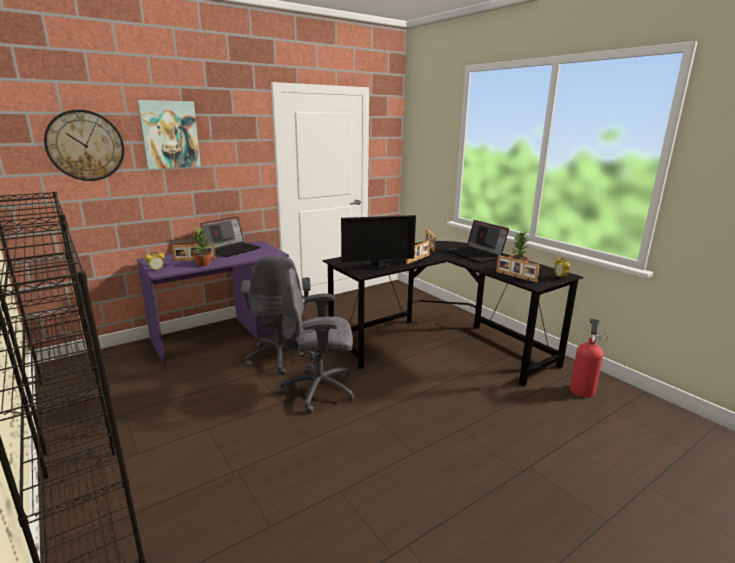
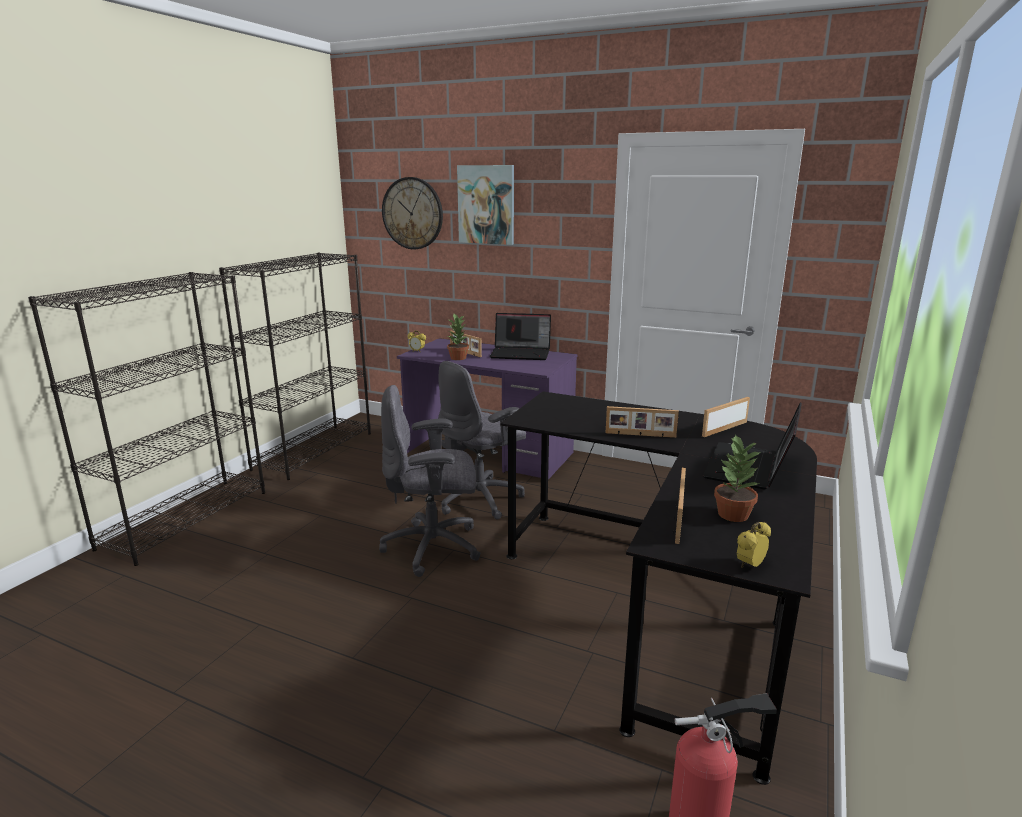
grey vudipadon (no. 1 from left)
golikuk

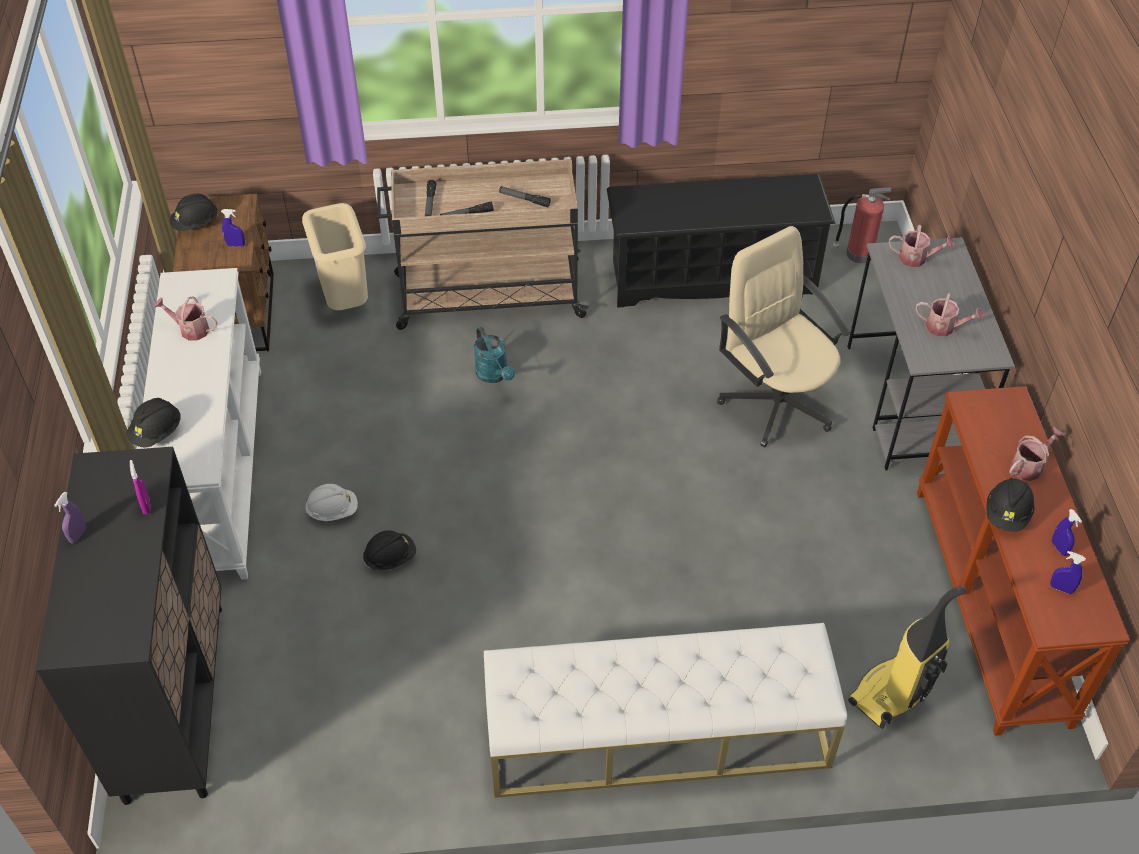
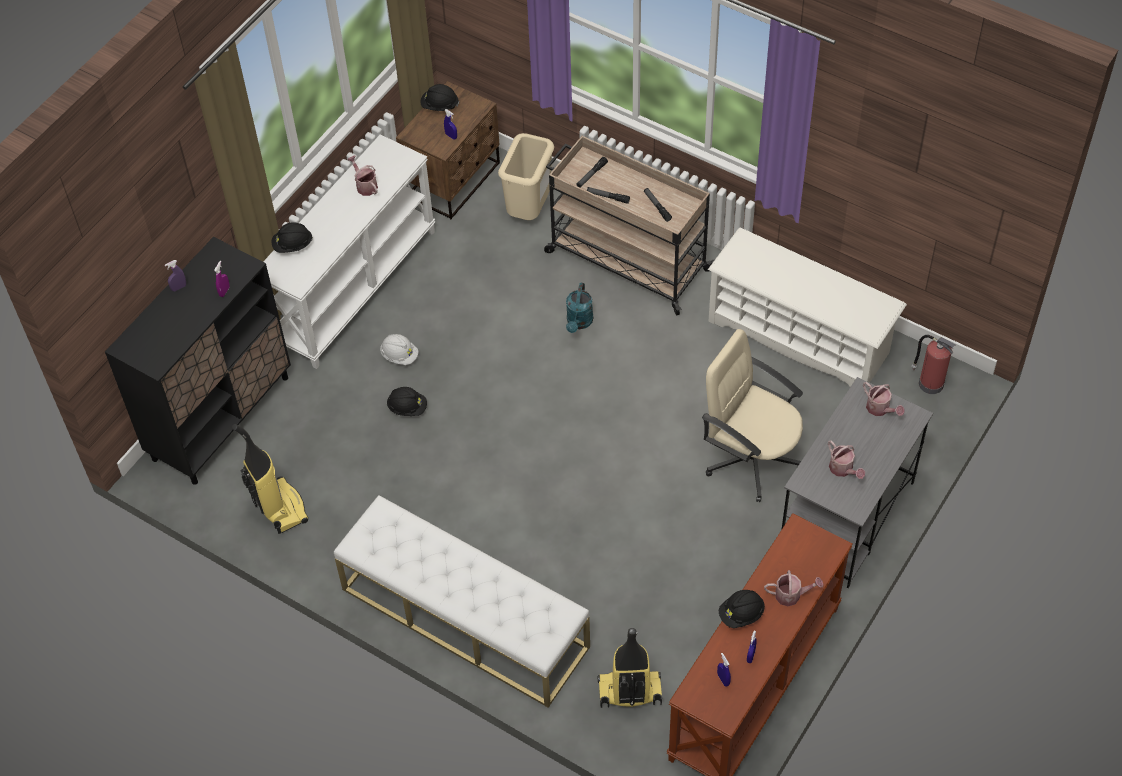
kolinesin (no. 1 from left)
beige vudipadon
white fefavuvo

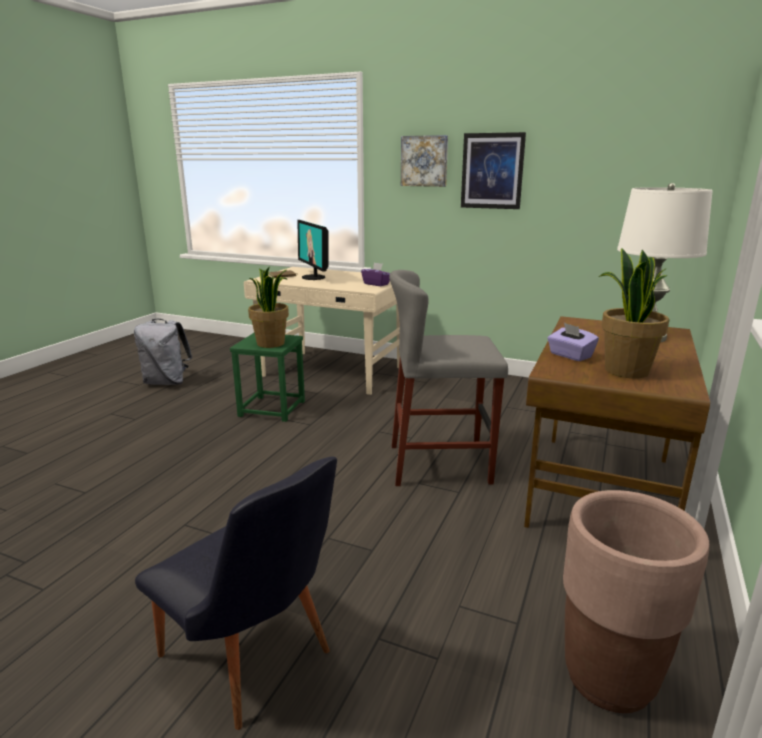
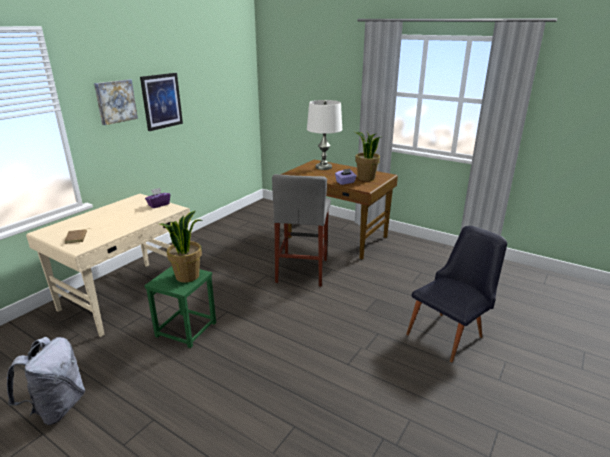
golikuk
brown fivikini

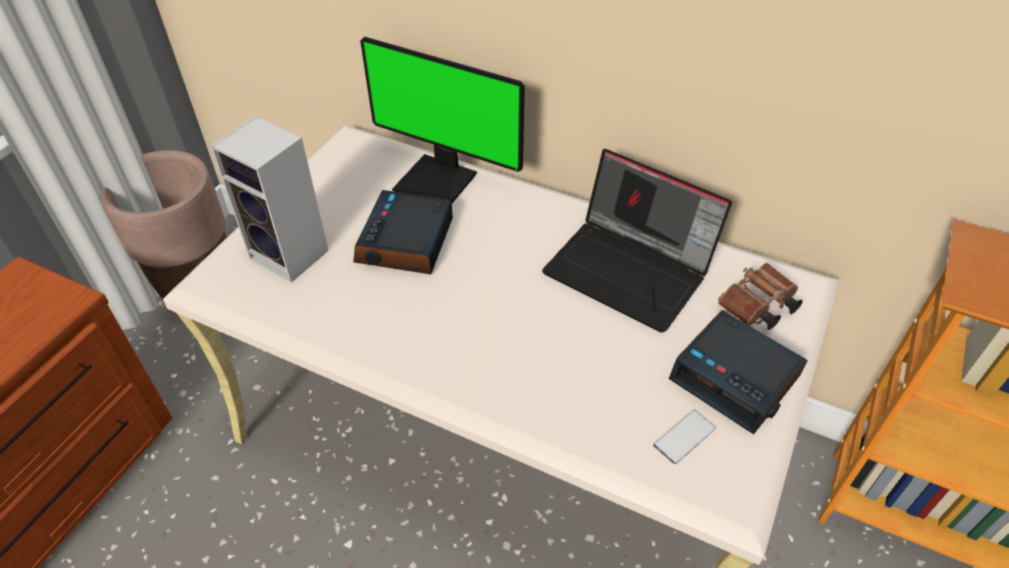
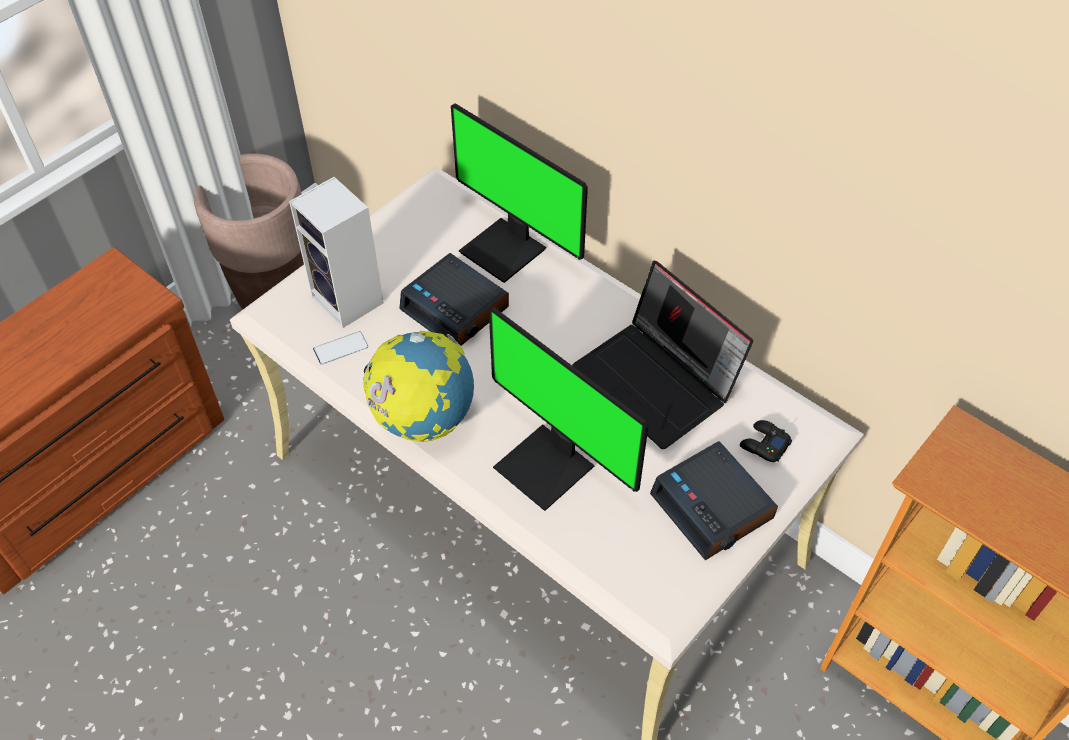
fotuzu
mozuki
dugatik (no. 1 from left)
golikuk (no. 2 from left)
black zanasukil

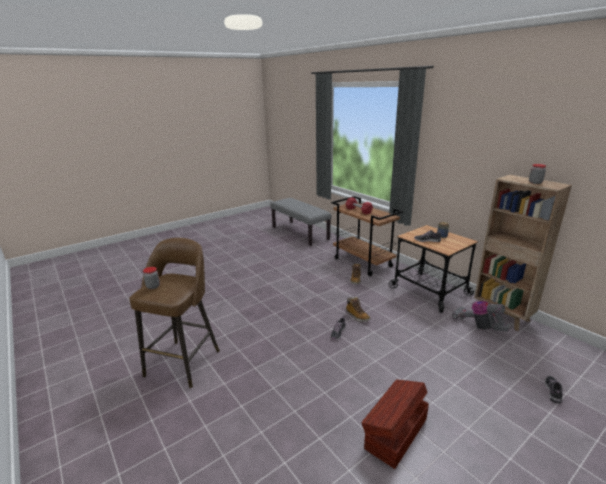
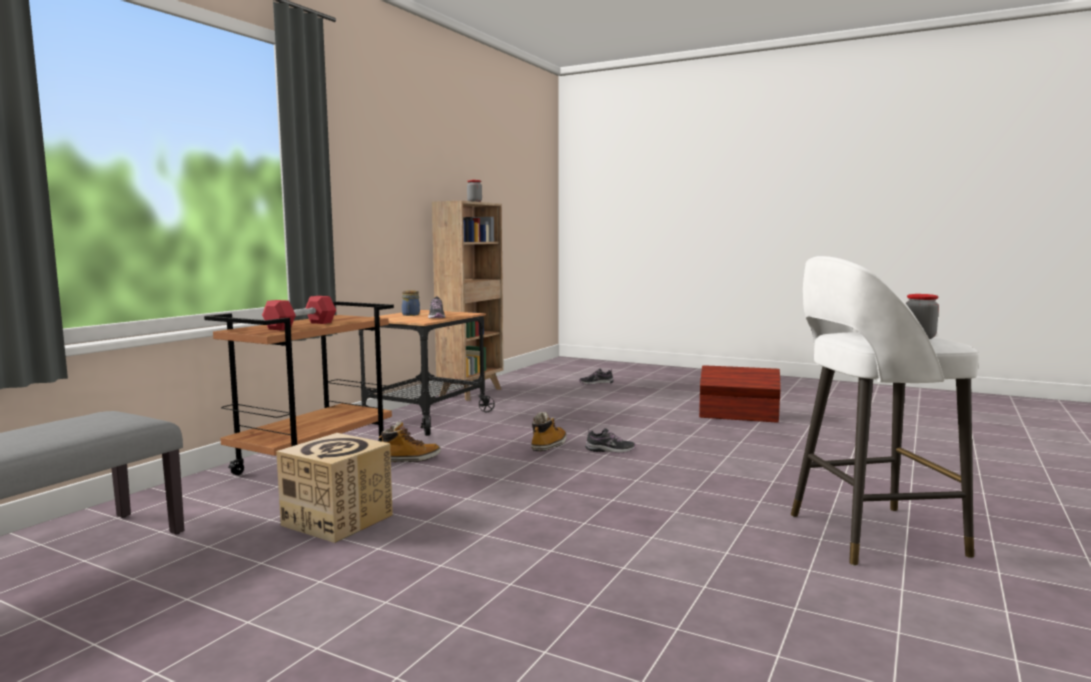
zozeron
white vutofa
kolinesin

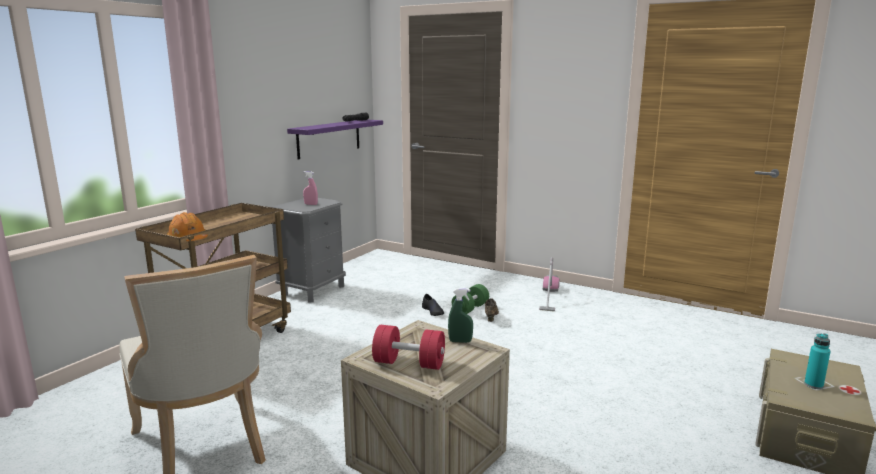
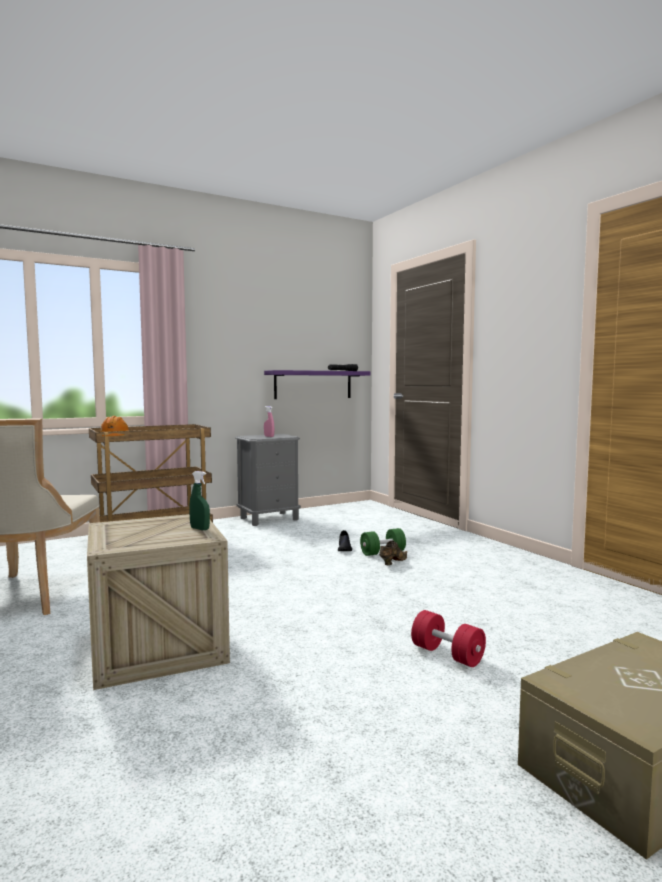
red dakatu
kolinesin
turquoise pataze

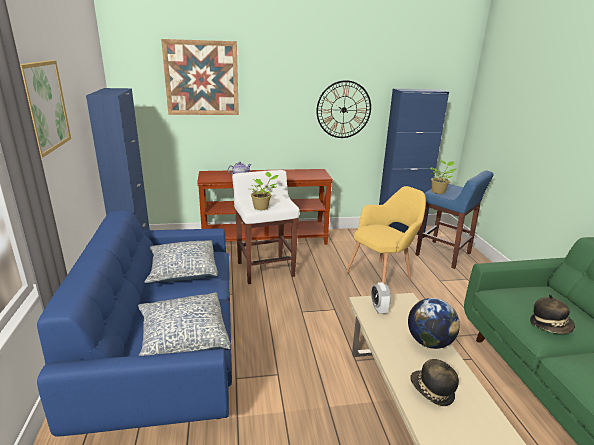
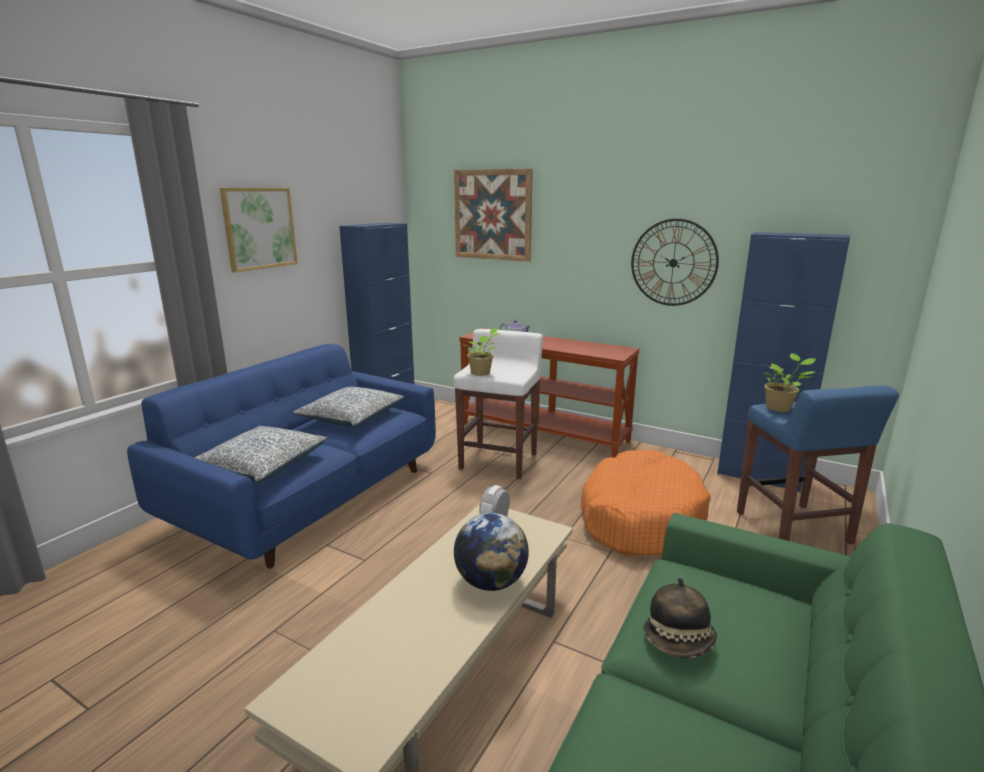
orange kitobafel
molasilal (no. 1 from left in the first image)

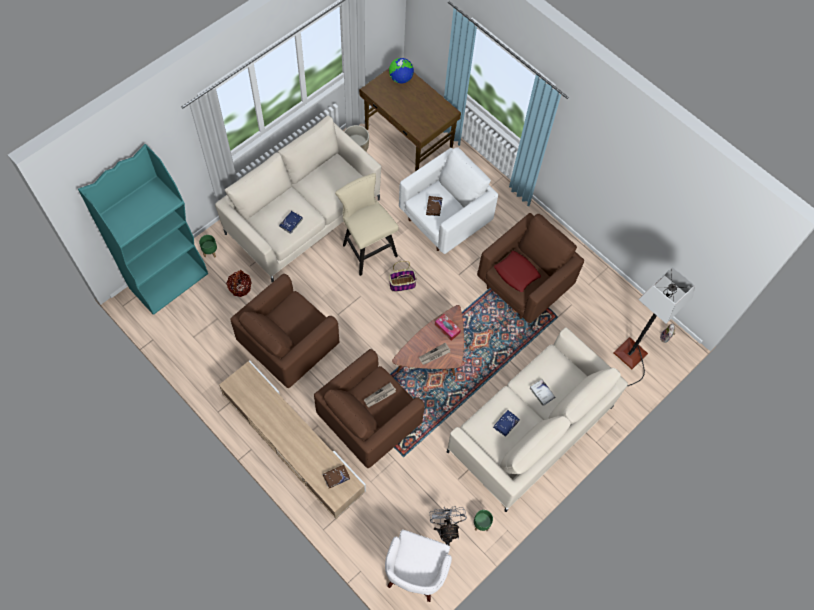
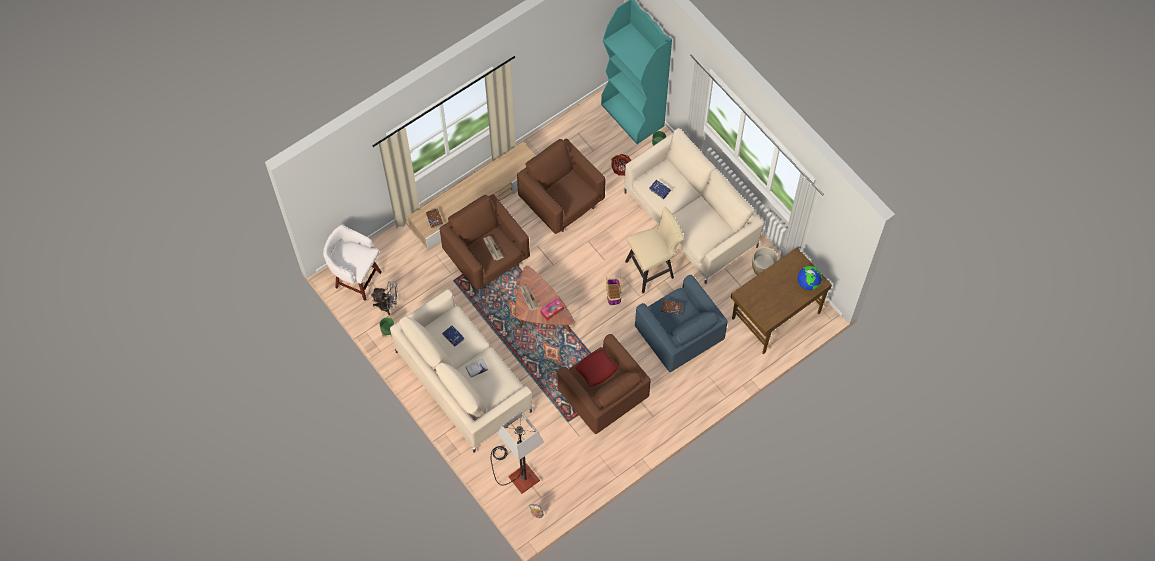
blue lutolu

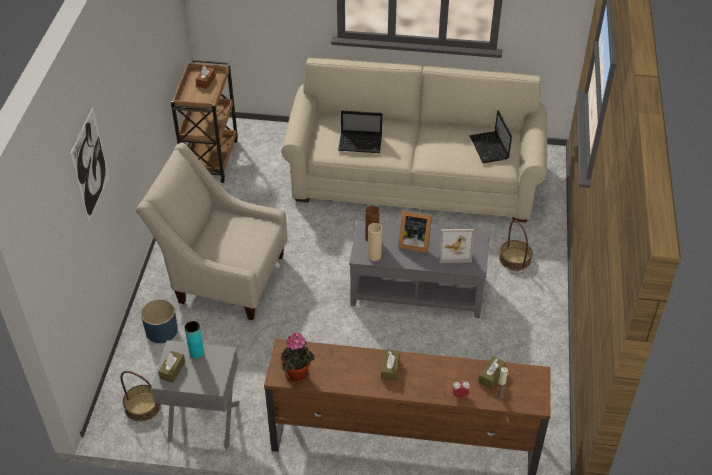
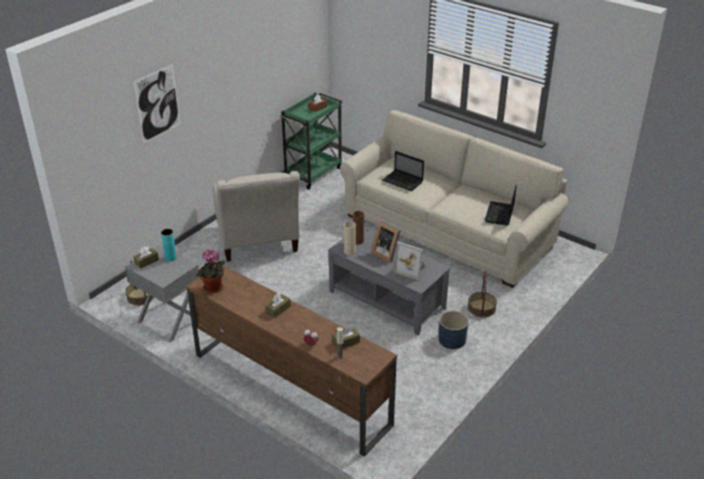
beige lutolu
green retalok
blue fivikini

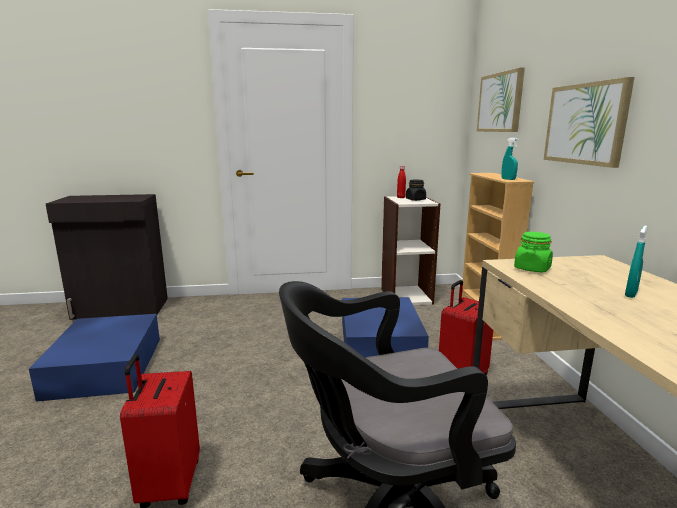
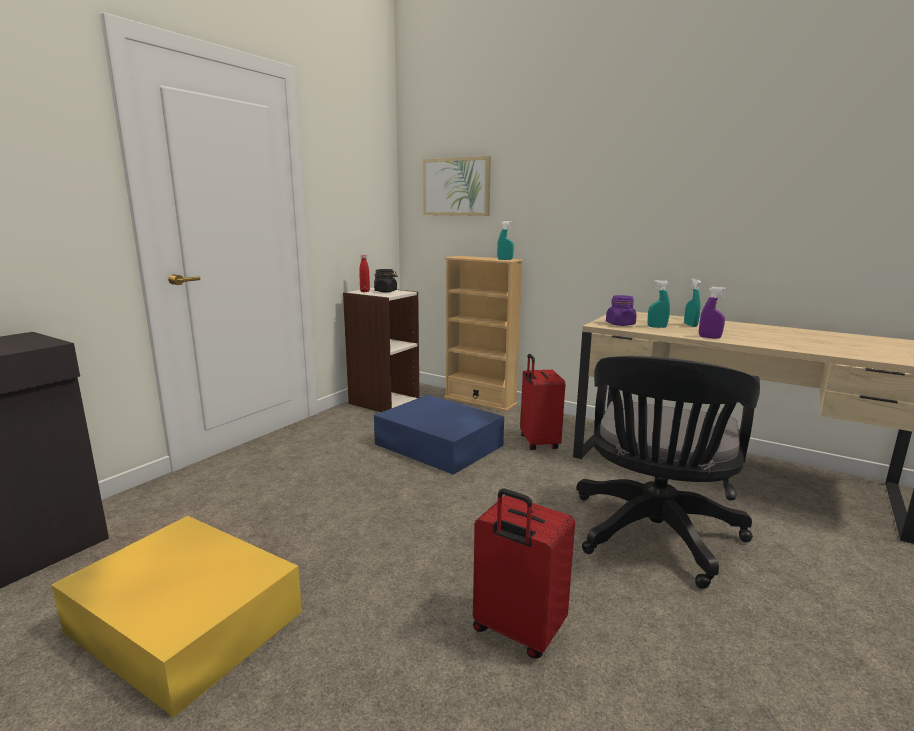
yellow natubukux
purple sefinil
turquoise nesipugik (no. 2 from left)
purple nesipugik
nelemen (no. 2 from left in the first image)

